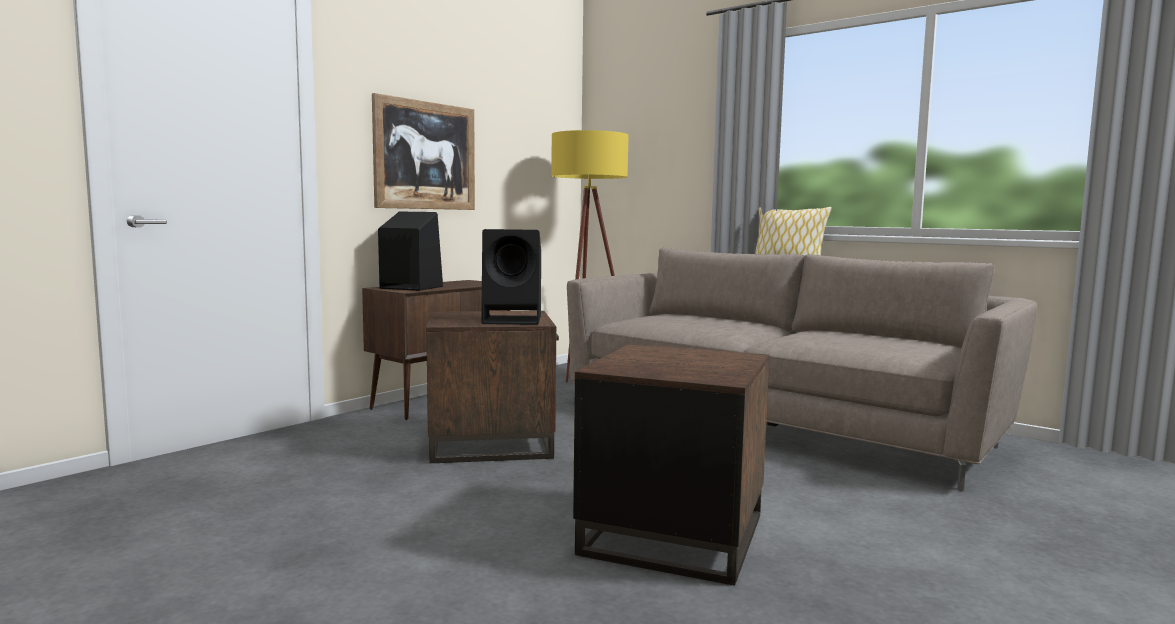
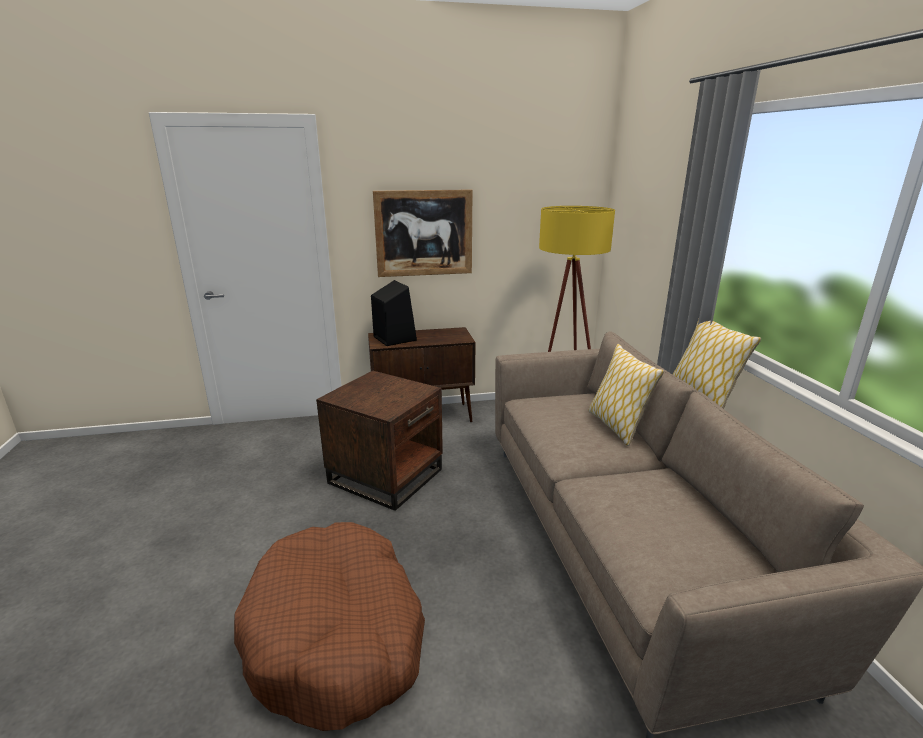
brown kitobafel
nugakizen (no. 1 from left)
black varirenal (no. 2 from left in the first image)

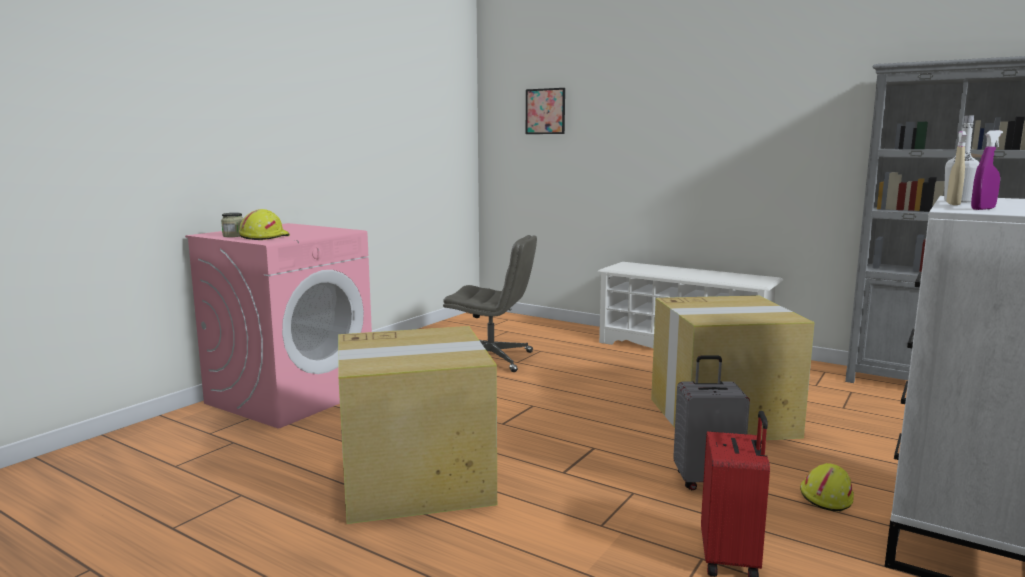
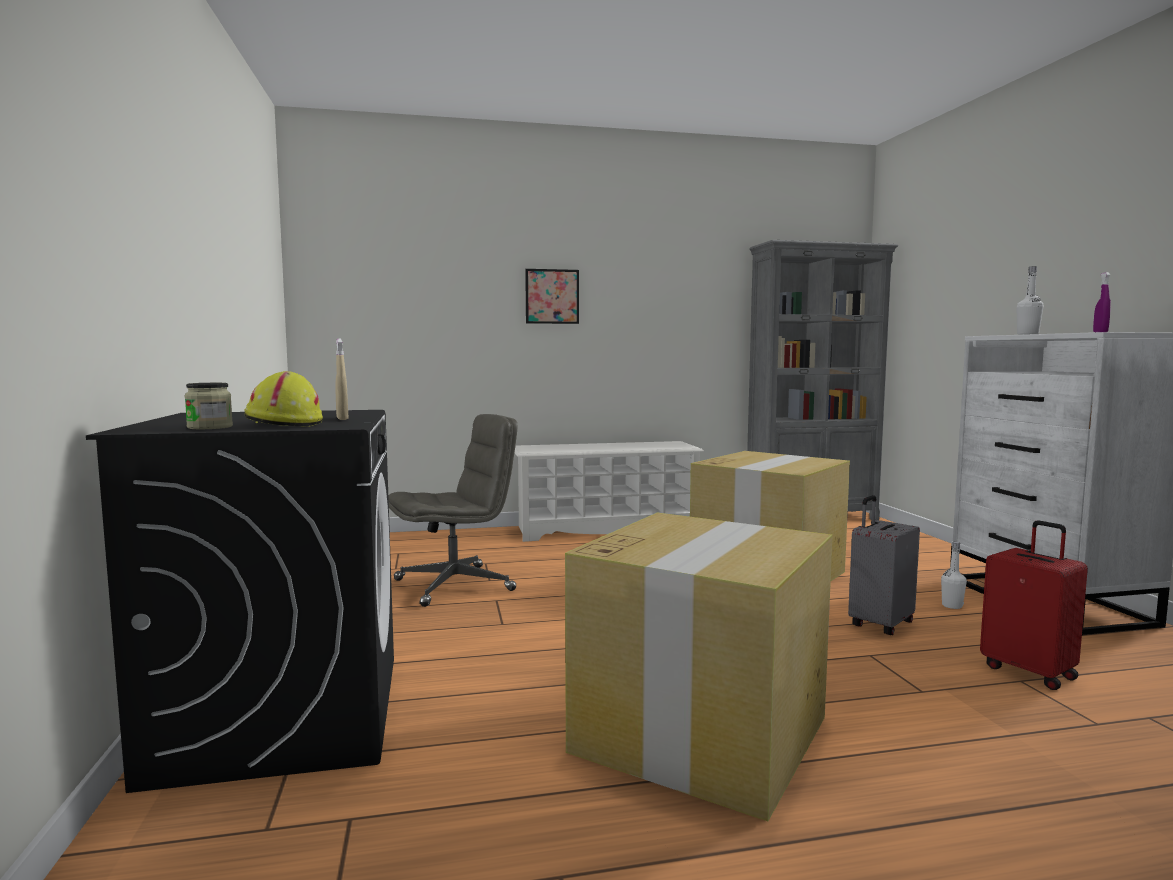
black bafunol
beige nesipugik
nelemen
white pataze (no. 1 from left)

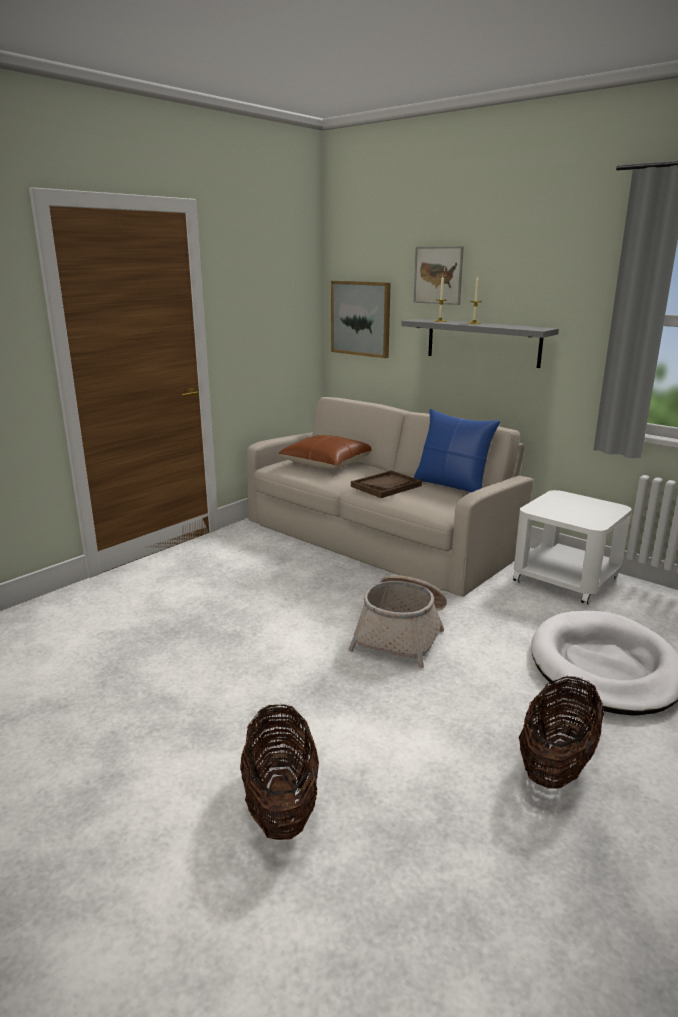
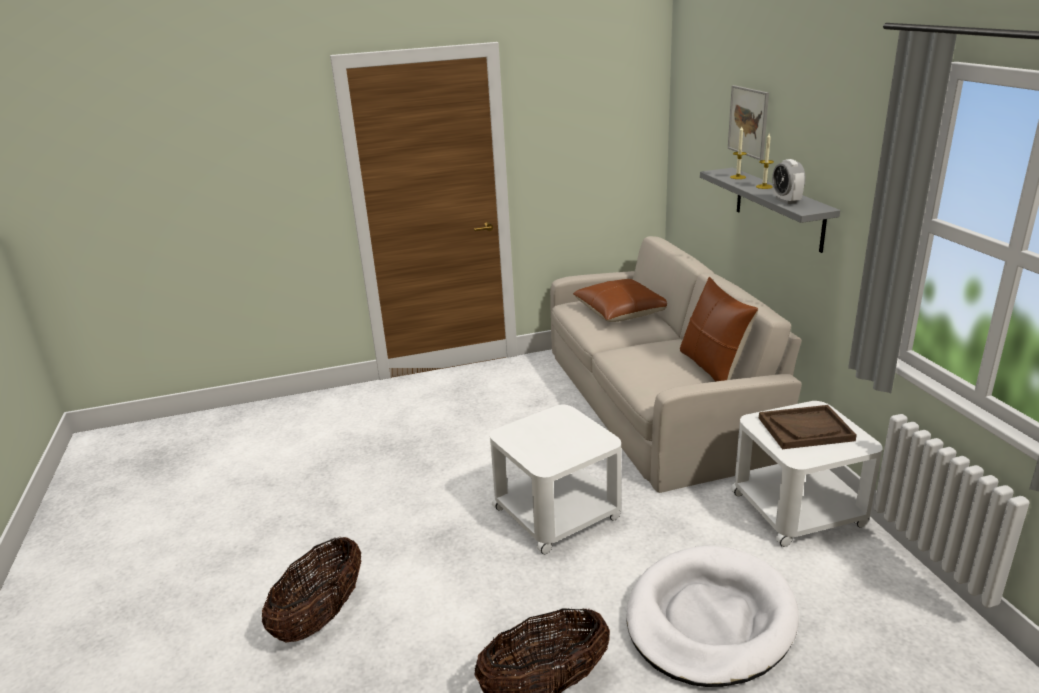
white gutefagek (no. 1 from left)
brown nugakizen (no. 2 from left)
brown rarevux
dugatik
nelemen (no. 1 from left in the first image)

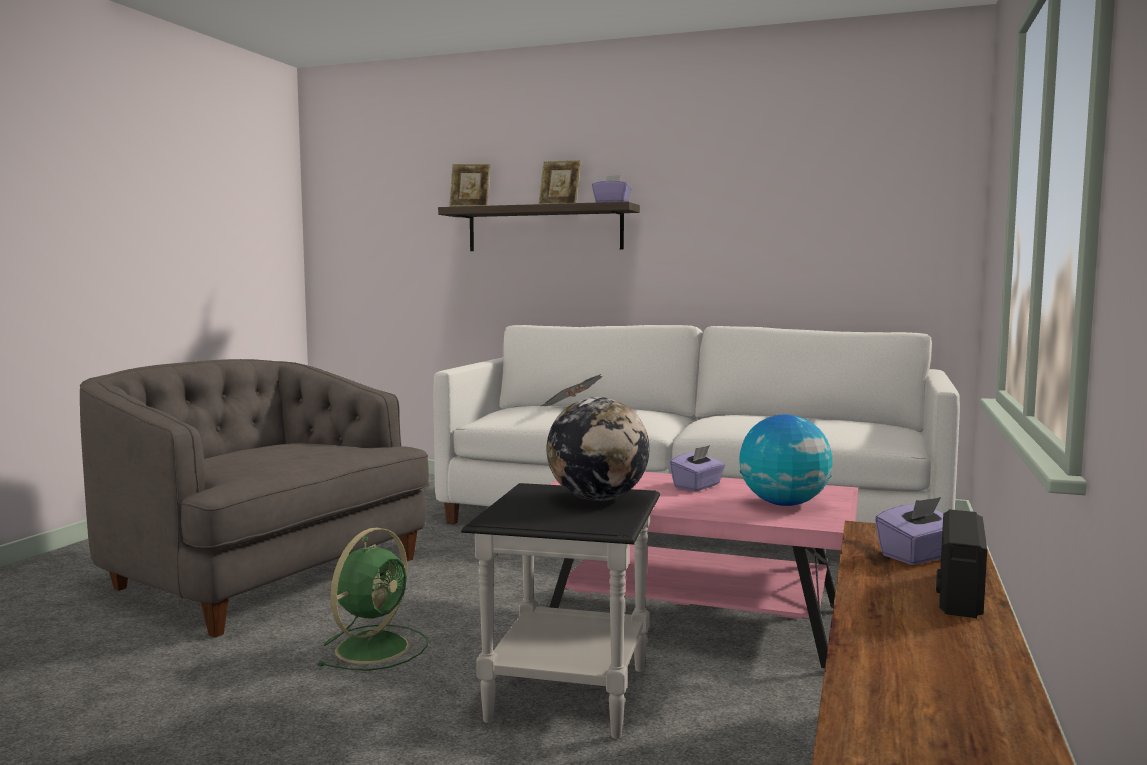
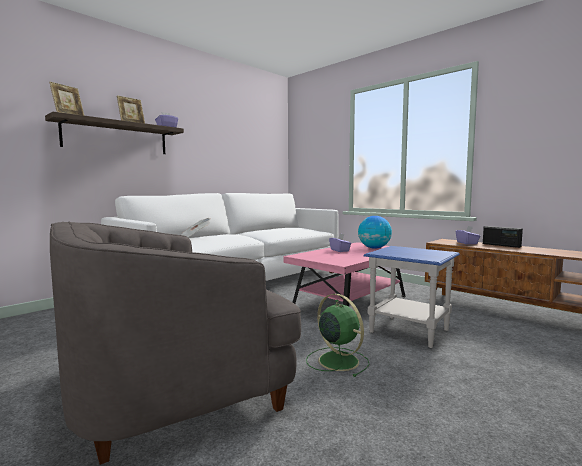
blue gutefagek
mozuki (no. 1 from left in the first image)

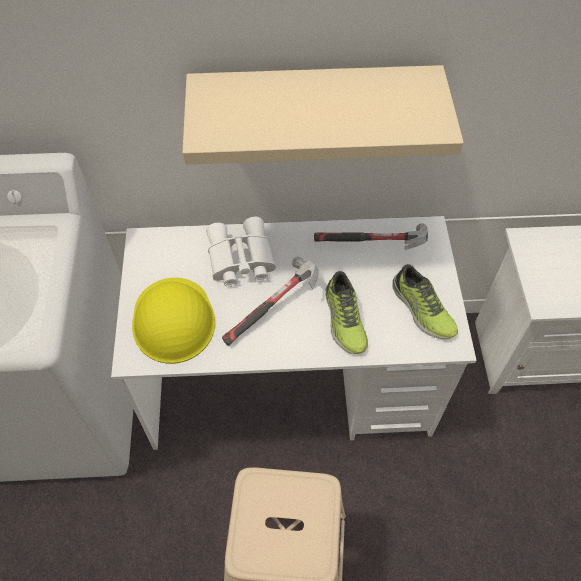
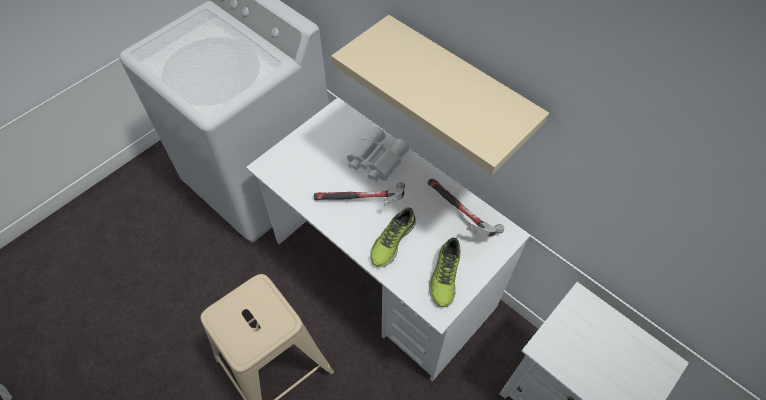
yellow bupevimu

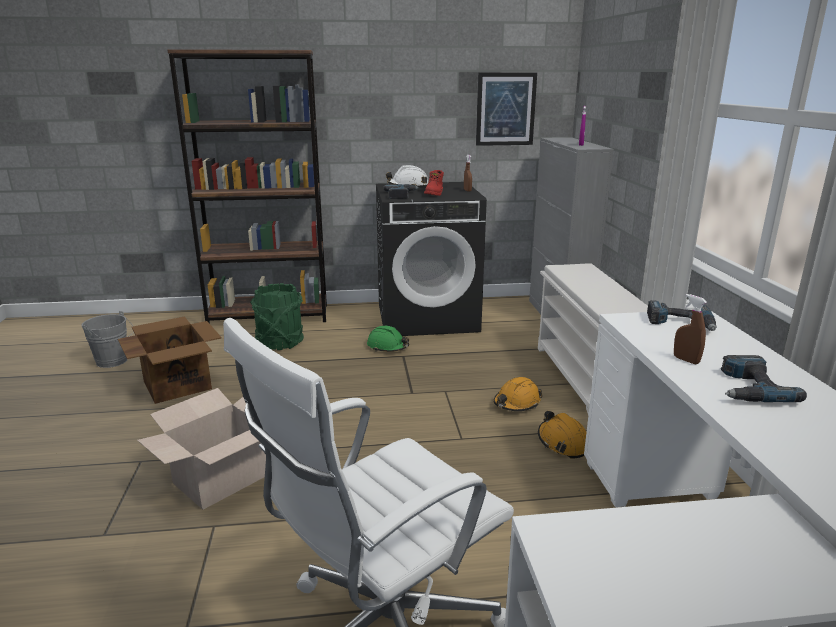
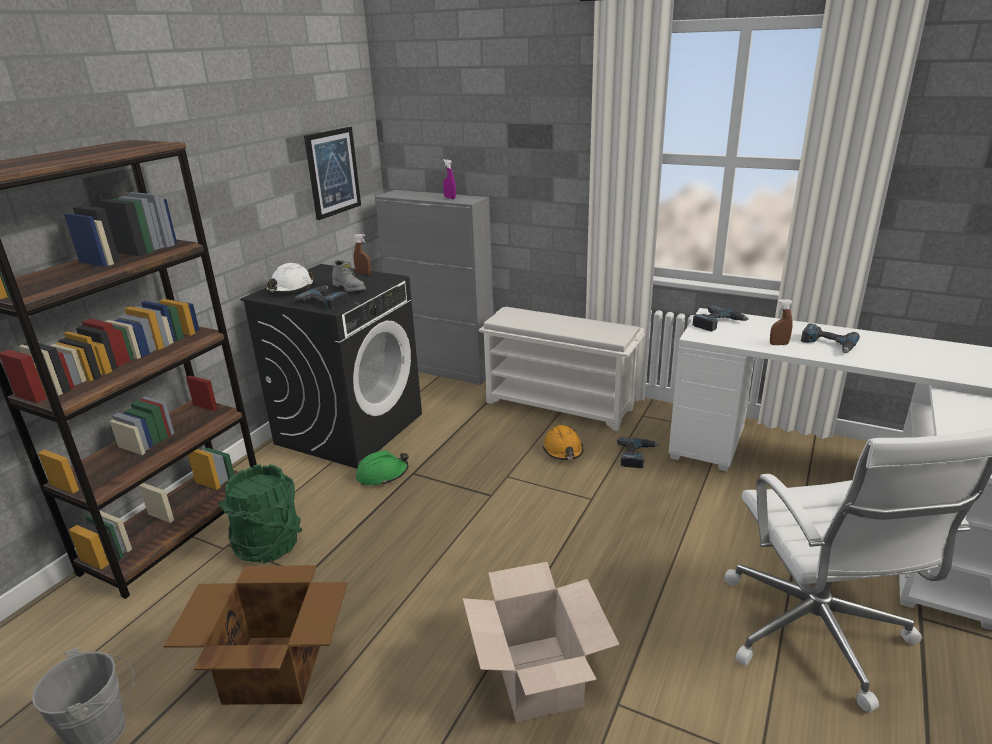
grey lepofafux
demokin (no. 2 from left)

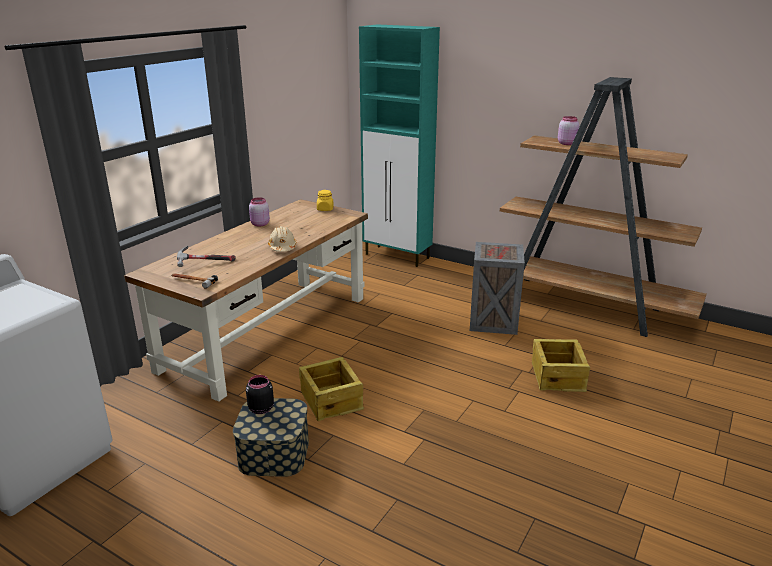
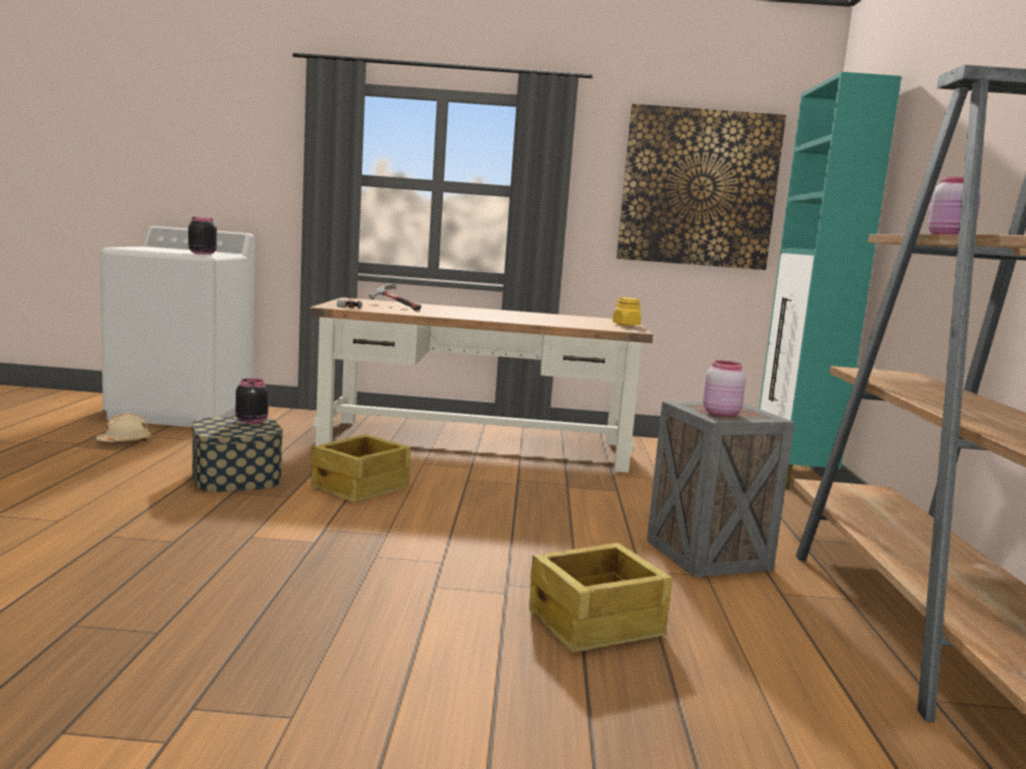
beige bupevimu
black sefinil (no. 1 from left)
nelemen
pink sefinil (no. 1 from left)

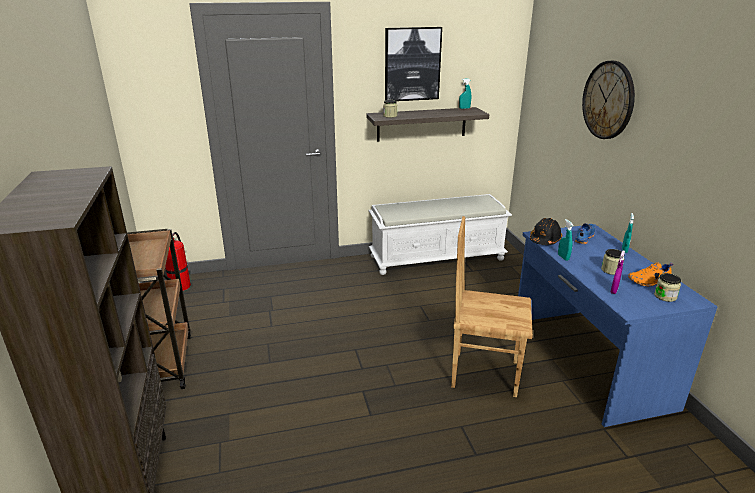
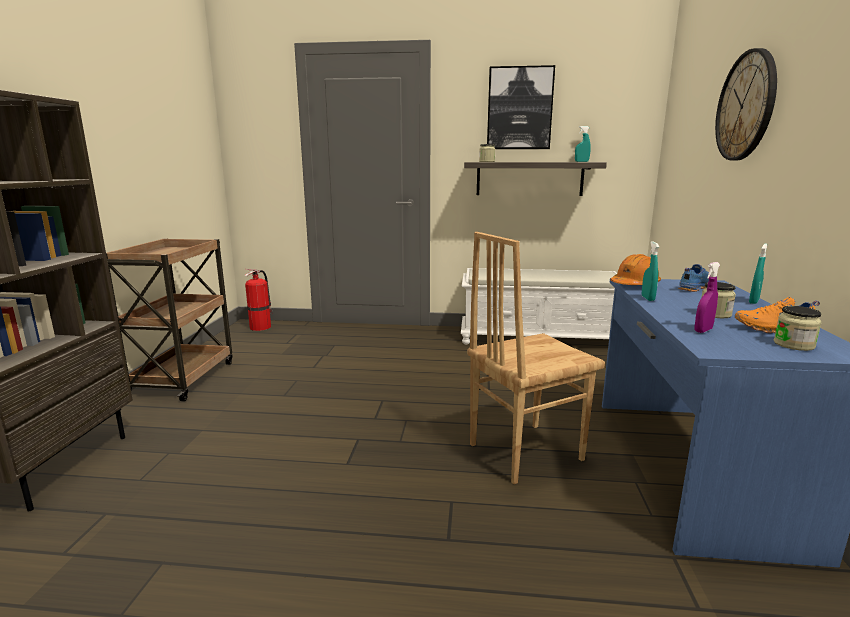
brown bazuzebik
orange bupevimu

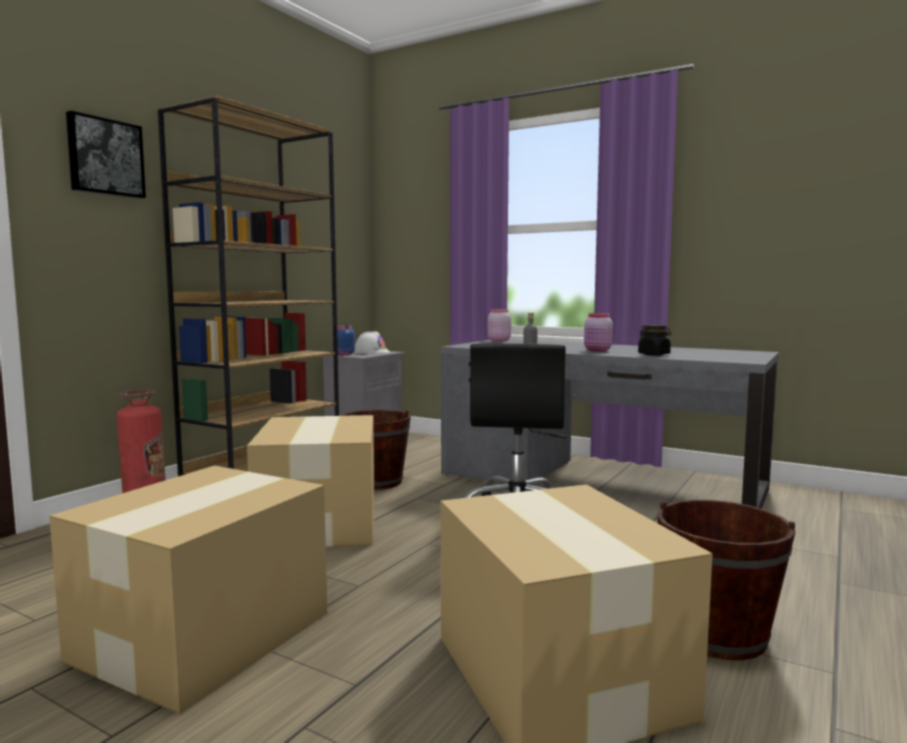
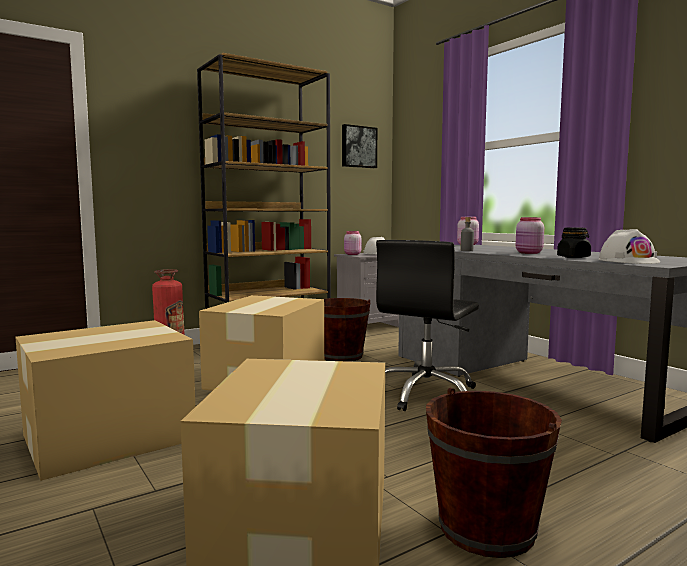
nelemen
pink sefinil (no. 1 from left)
white bupevimu (no. 2 from left)

